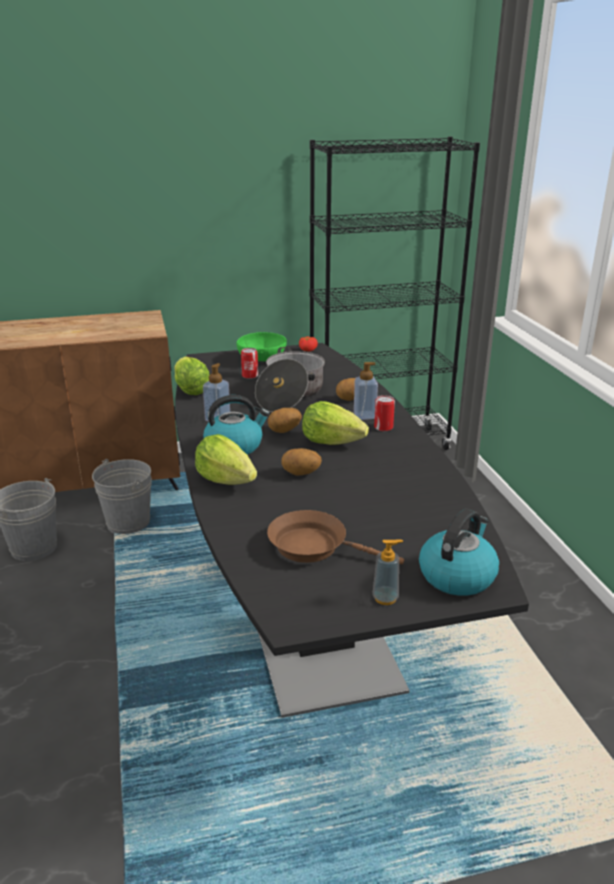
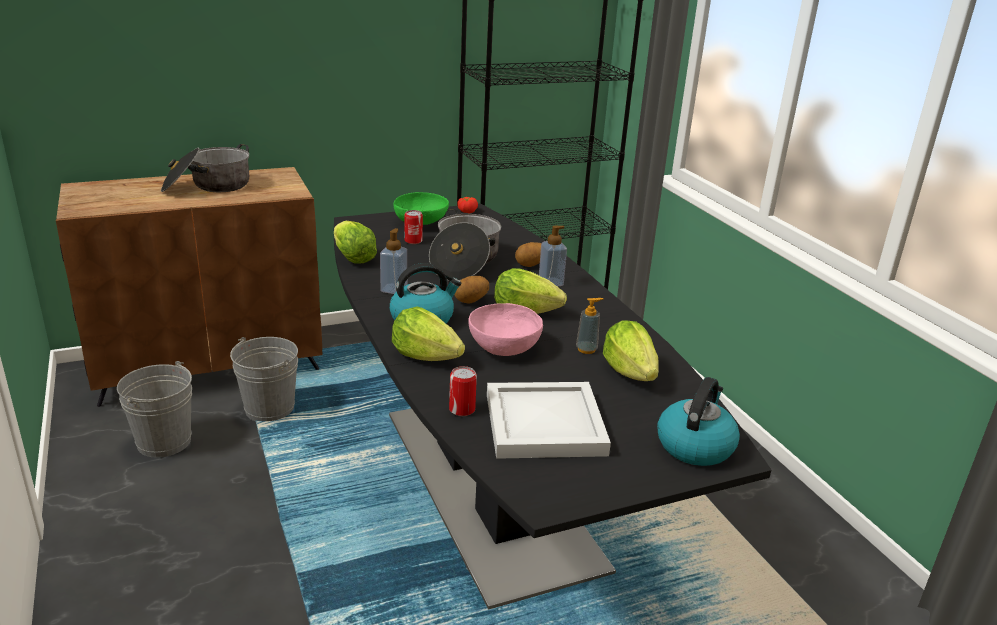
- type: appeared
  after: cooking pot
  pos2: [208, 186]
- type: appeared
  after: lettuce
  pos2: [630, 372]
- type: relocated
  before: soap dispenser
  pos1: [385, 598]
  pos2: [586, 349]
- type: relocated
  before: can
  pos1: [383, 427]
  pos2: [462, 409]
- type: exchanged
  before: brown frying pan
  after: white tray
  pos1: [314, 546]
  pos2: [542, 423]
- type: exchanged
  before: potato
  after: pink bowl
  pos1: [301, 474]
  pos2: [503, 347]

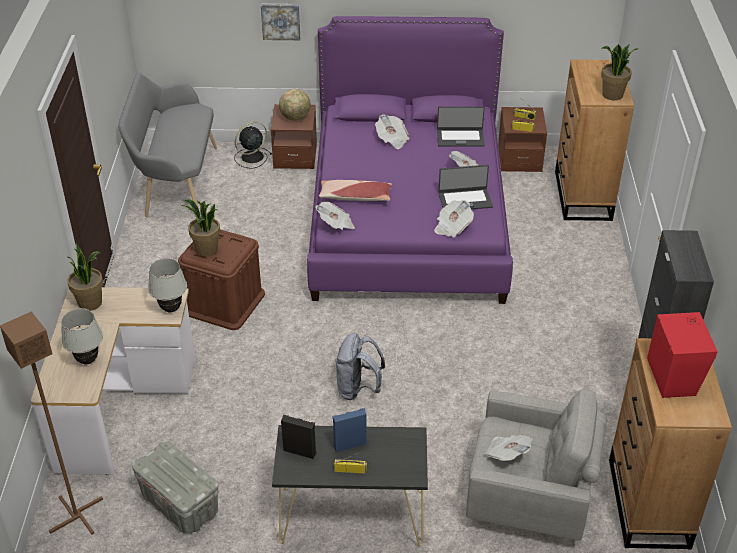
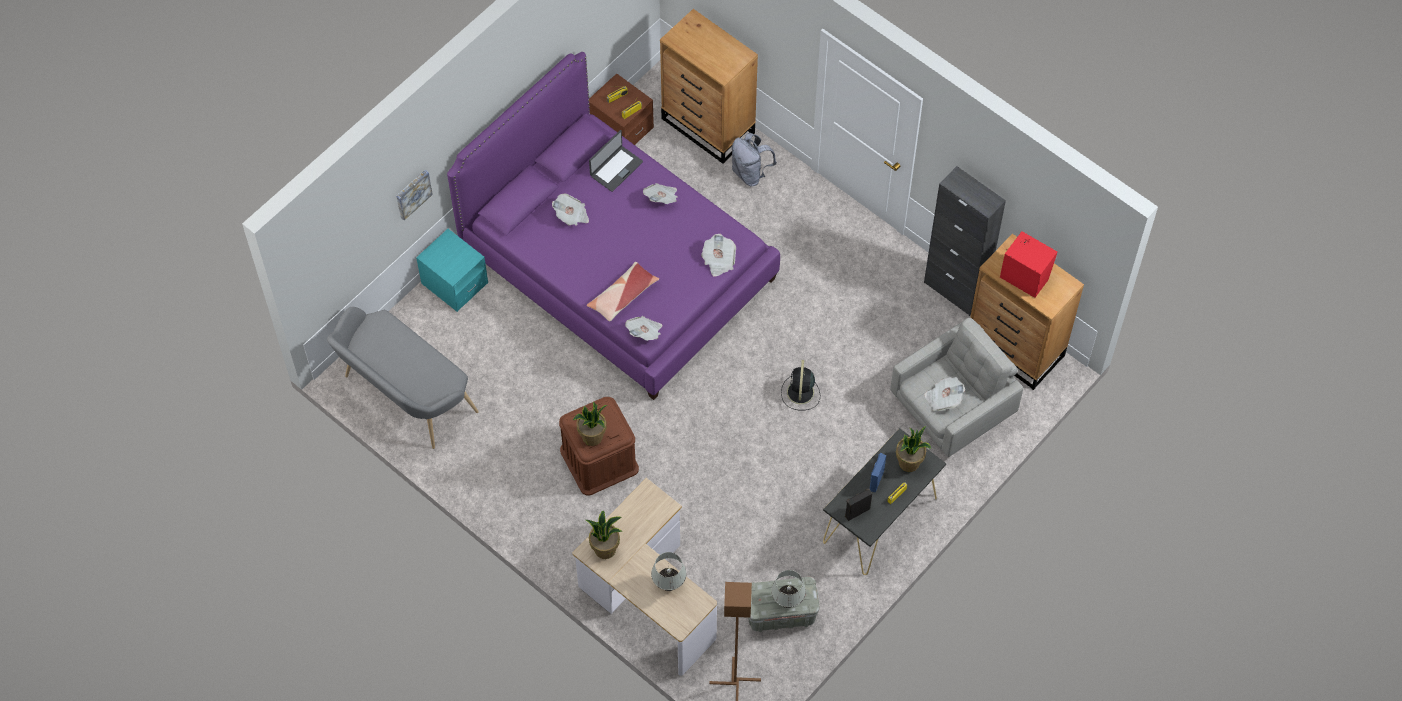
- type: missing
  before: globe
  pos1: [295, 118]
- type: missing
  before: laptop
  pos1: [465, 200]
- type: relocated
  before: white table lamp
  pos1: [171, 309]
  pos2: [787, 601]
- type: relocated
  before: black fan
  pos1: [251, 157]
  pos2: [800, 393]
- type: relocated
  before: grey backpack
  pos1: [358, 389]
  pos2: [750, 173]
- type: relocated
  before: potted plant
  pos1: [612, 95]
  pos2: [909, 463]
- type: colour
  before: brown nightstand
  after: turquoise nightstand
  pos1: [295, 156]
  pos2: [454, 283]

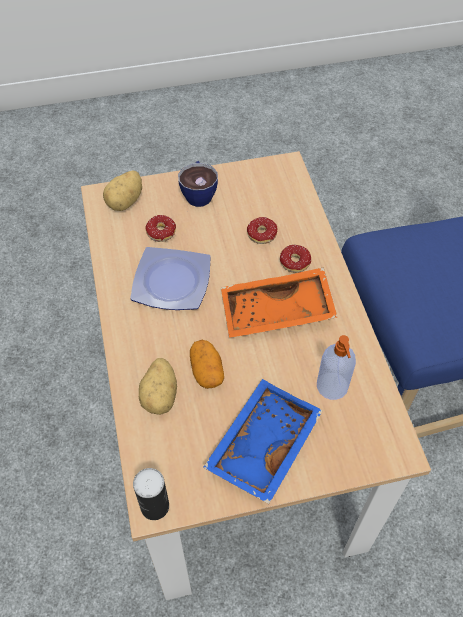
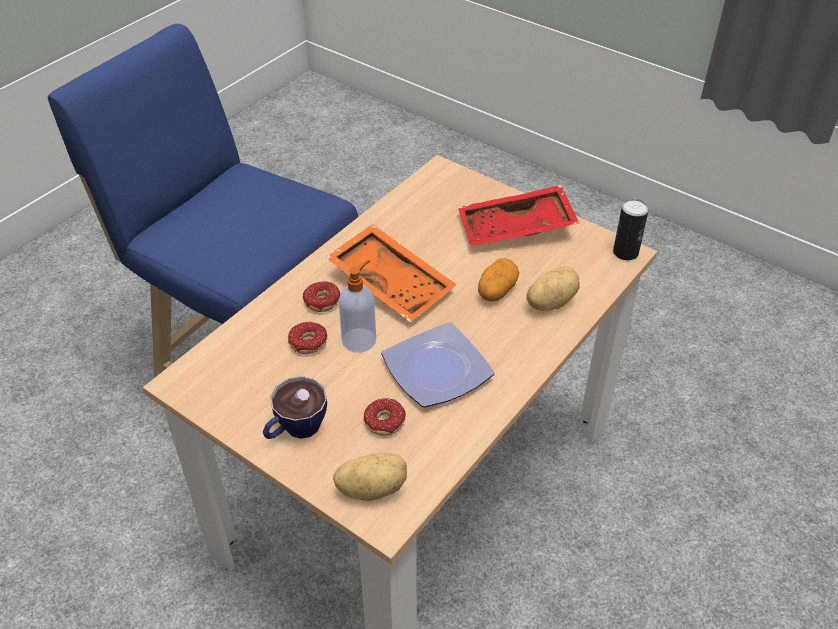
- type: relocated
  before: soap dispenser
  pos1: [332, 387]
  pos2: [360, 339]
- type: colour
  before: blue tray
  after: red tray
  pos1: [262, 444]
  pos2: [516, 229]

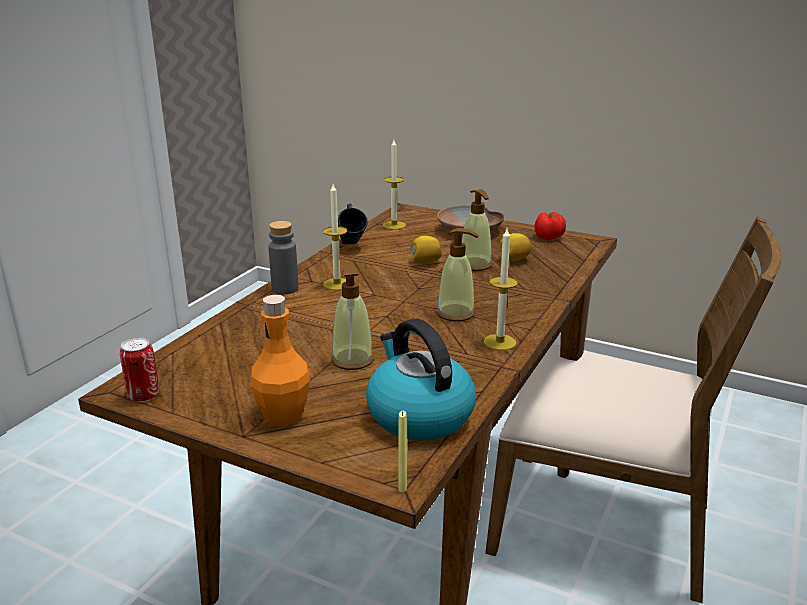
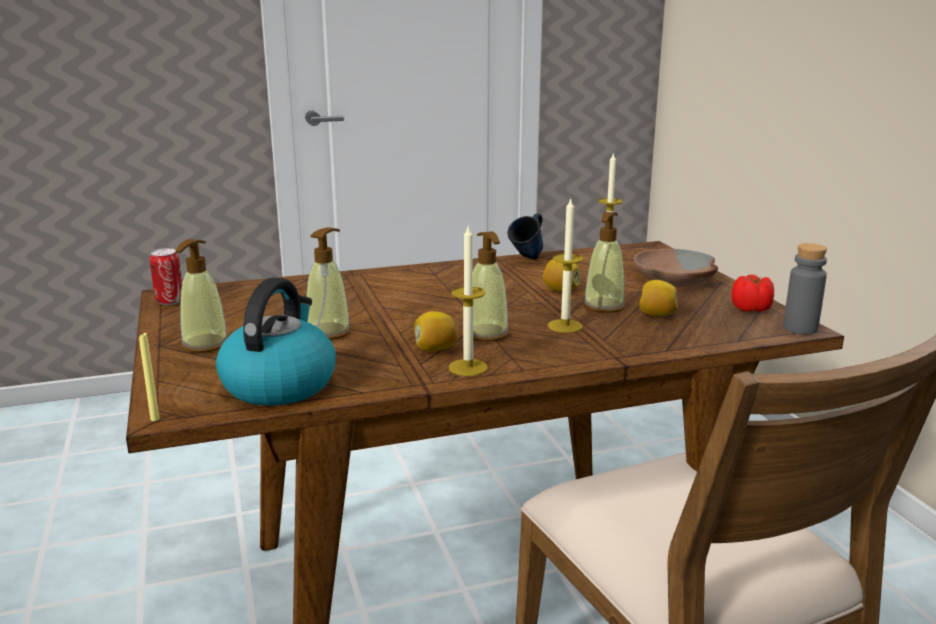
- type: appeared
  after: lemon
  pos2: [435, 349]
- type: relocated
  before: grey bottle
  pos1: [285, 289]
  pos2: [800, 328]
- type: relocated
  before: candle
  pos1: [337, 284]
  pos2: [565, 326]
- type: exchanged
  before: orange bottle
  after: soap dispenser
  pos1: [283, 415]
  pos2: [205, 345]

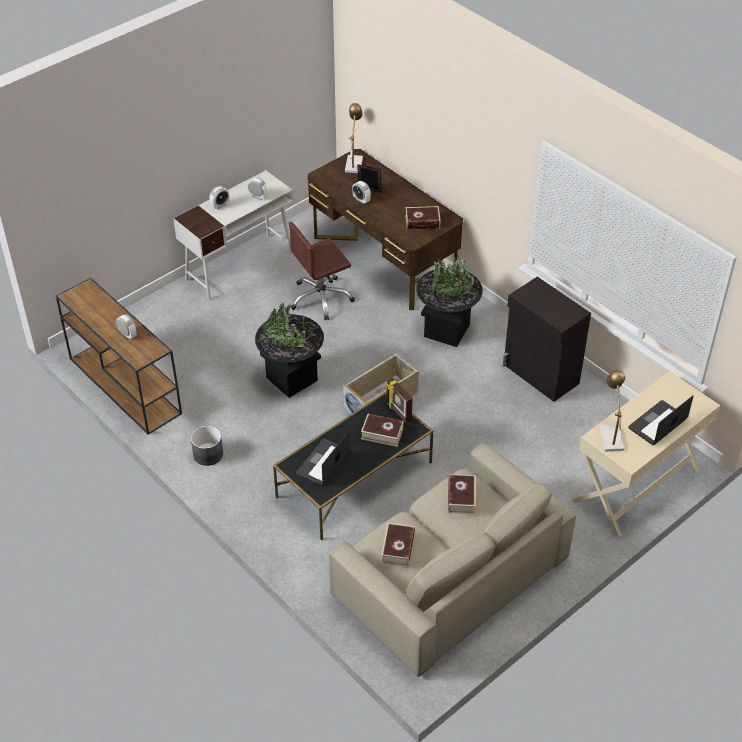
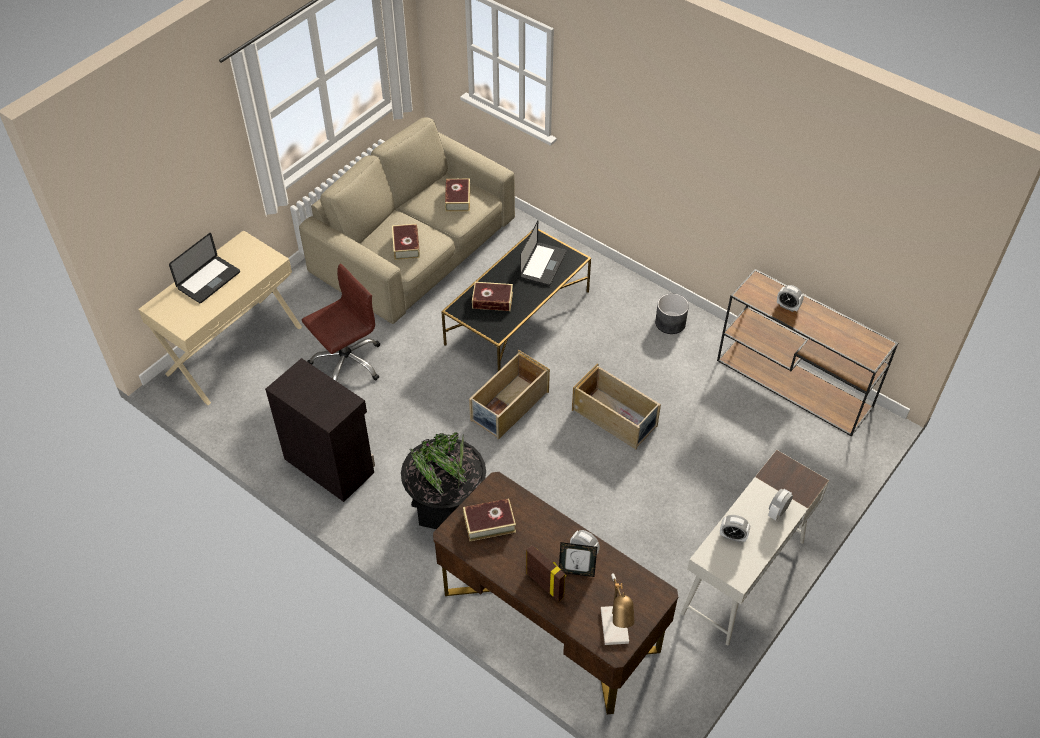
- type: missing
  before: table lamp
  pos1: [609, 435]
- type: relocated
  before: brown office chair
  pos1: [321, 298]
  pos2: [347, 362]
- type: relocated
  before: picture frame
  pos1: [398, 413]
  pos2: [545, 584]
- type: exchanged
  before: black planter
  after: beige storage box
  pos1: [292, 379]
  pos2: [615, 418]

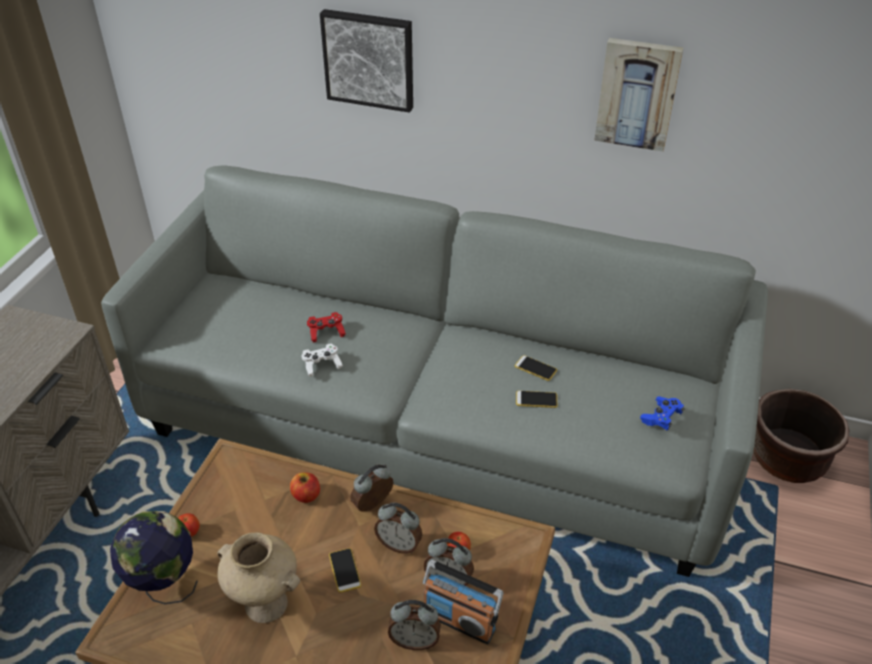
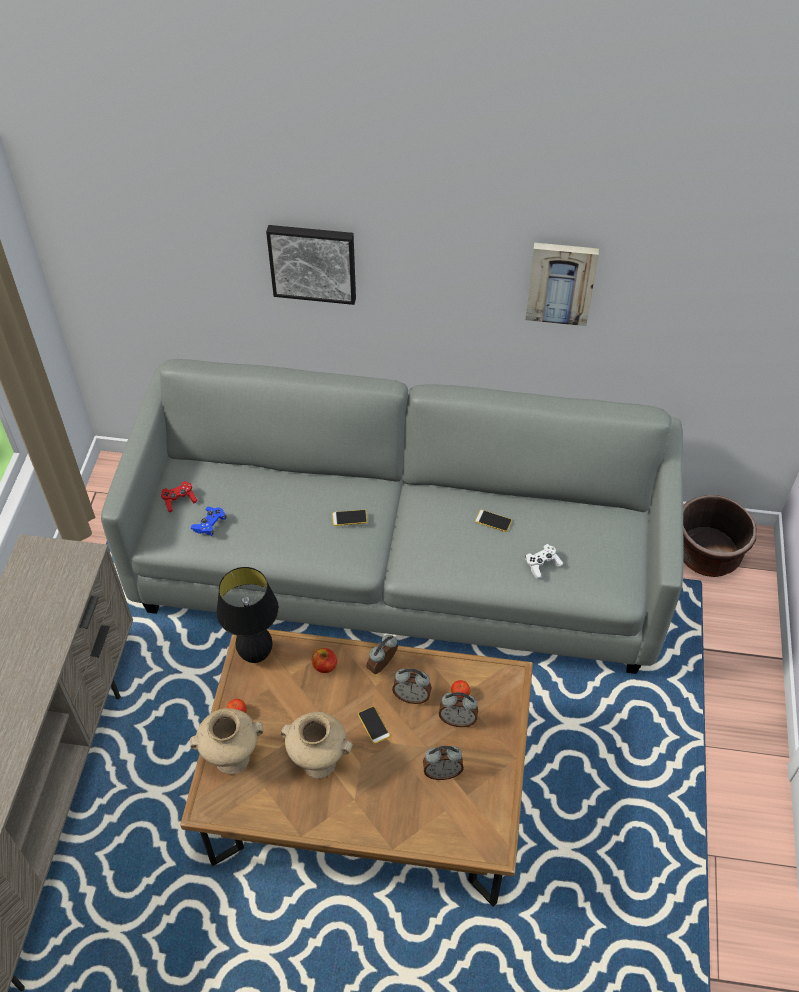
- type: missing
  before: radio
  pos1: [459, 620]
- type: appeared
  after: black table lamp
  pos2: [256, 655]
- type: relocated
  before: white game controller
  pos1: [322, 365]
  pos2: [542, 564]
- type: relocated
  before: red game controller
  pos1: [326, 332]
  pos2: [179, 500]
- type: relocated
  before: phone
  pos1: [536, 399]
  pos2: [349, 518]
- type: relocated
  before: blue game controller
  pos1: [661, 418]
  pos2: [210, 525]
- type: exchanged
  before: globe
  after: beige vase
  pos1: [164, 584]
  pos2: [231, 760]

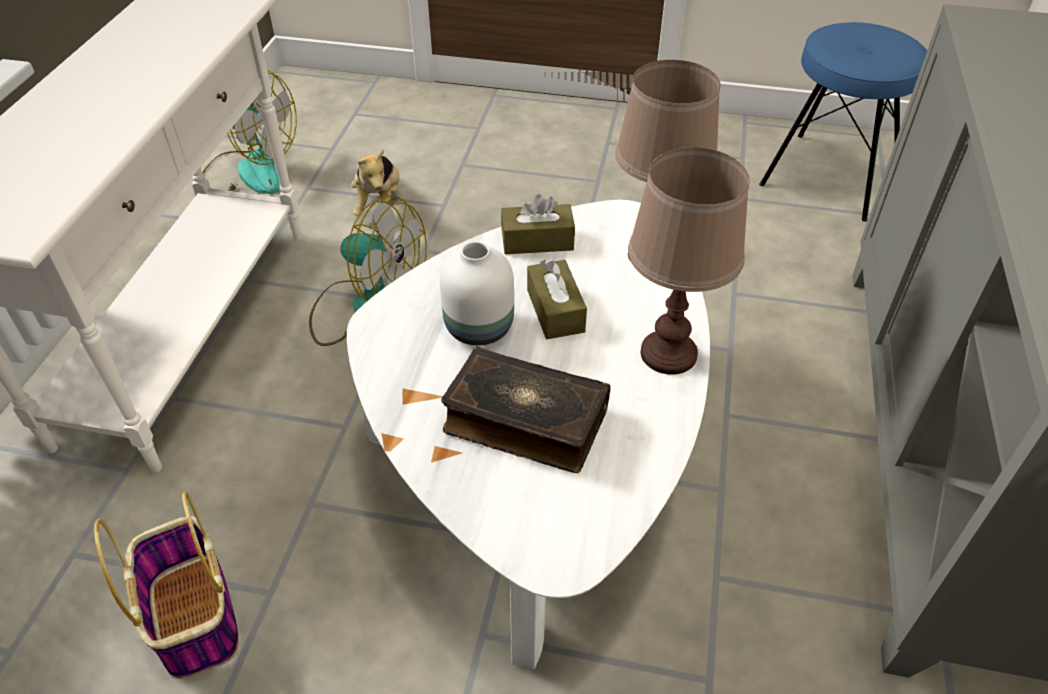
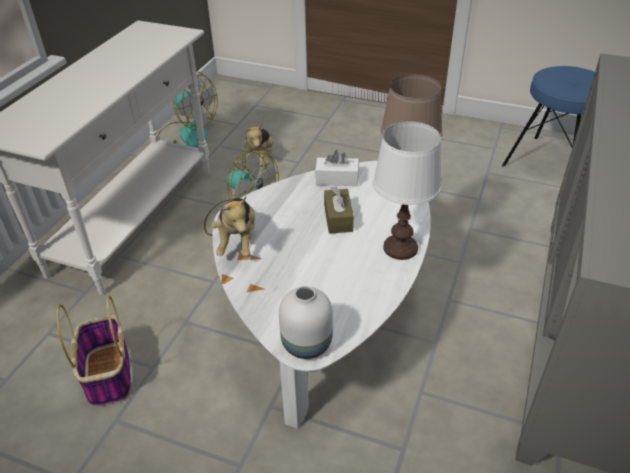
- type: missing
  before: book
  pos1: [525, 421]
- type: appeared
  after: plush toy
  pos2: [238, 241]
- type: relocated
  before: white vase
  pos1: [477, 327]
  pos2: [305, 343]
- type: colour
  before: brown tissue box
  after: white tissue box
  pos1: [537, 241]
  pos2: [337, 179]
- type: colour
  before: brown table lamp
  after: white table lamp
  pos1: [669, 354]
  pos2: [401, 248]

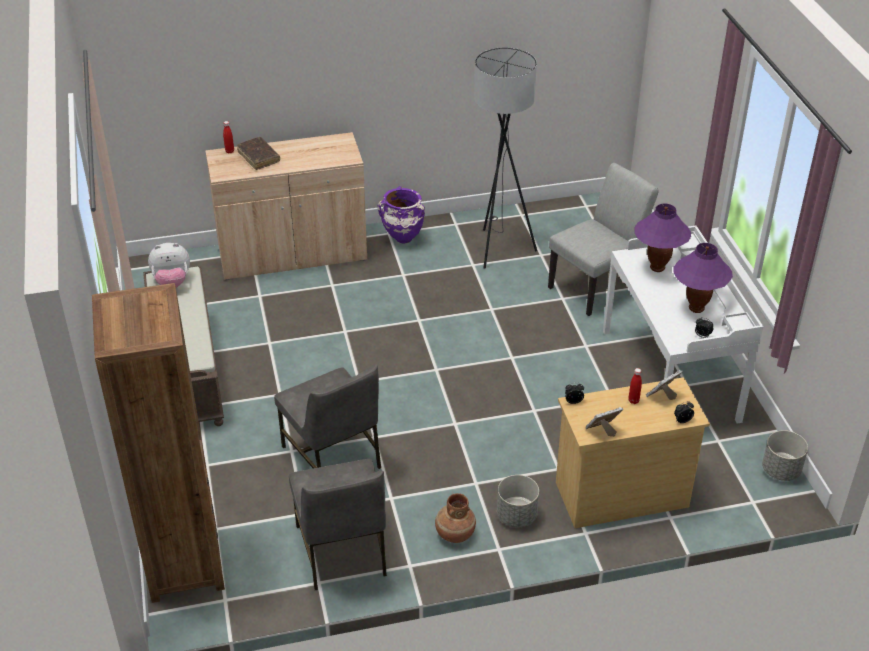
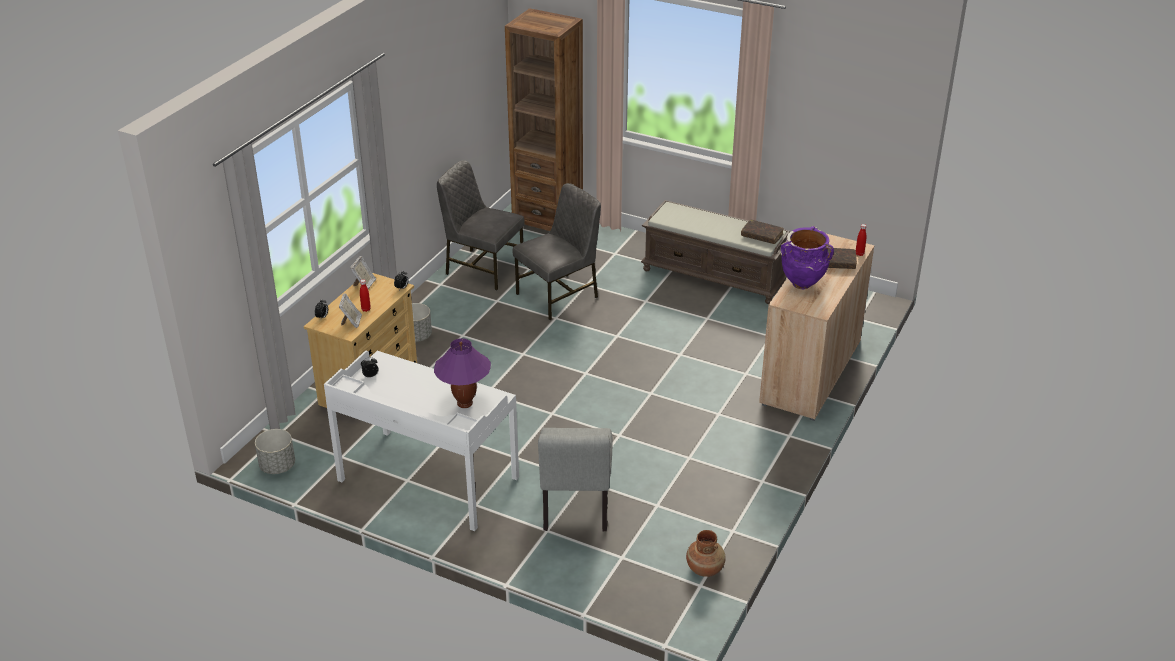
- type: missing
  before: grey floor lamp
  pos1: [498, 247]
- type: missing
  before: purple table lamp
  pos1: [696, 308]
- type: relocated
  before: purple vase
  pos1: [402, 238]
  pos2: [802, 284]
- type: relocated
  before: brown vase
  pos1: [454, 534]
  pos2: [705, 568]
- type: exchanged
  before: plush toy
  after: brown book
  pos1: [172, 282]
  pos2: [762, 236]
- type: spun
  before: grey chair
  pos1: [333, 457]
  pos2: [559, 296]
  turn: 135

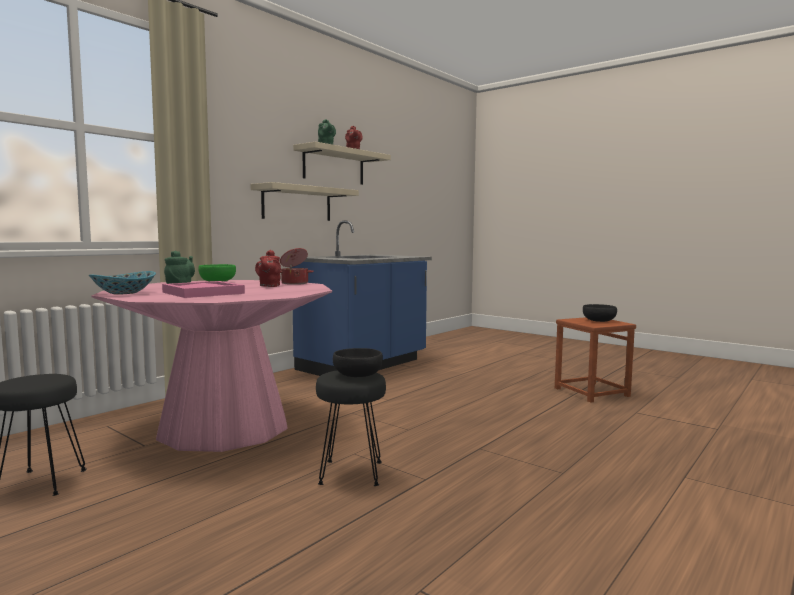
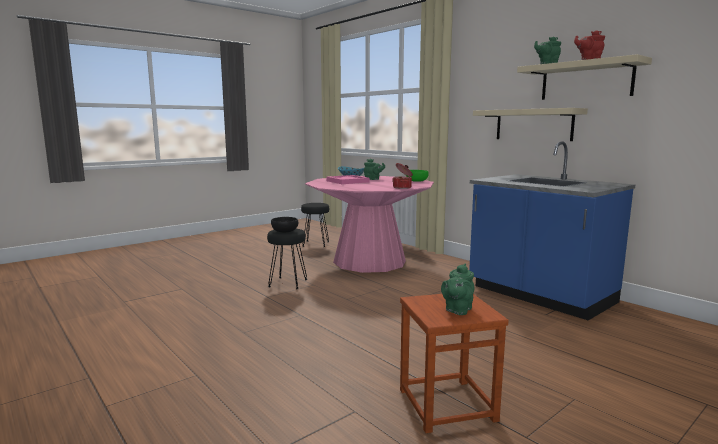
- type: missing
  before: red teapot
  pos1: [269, 286]
- type: exchanged
  before: black bowl
  after: green teapot
  pos1: [598, 320]
  pos2: [457, 310]

